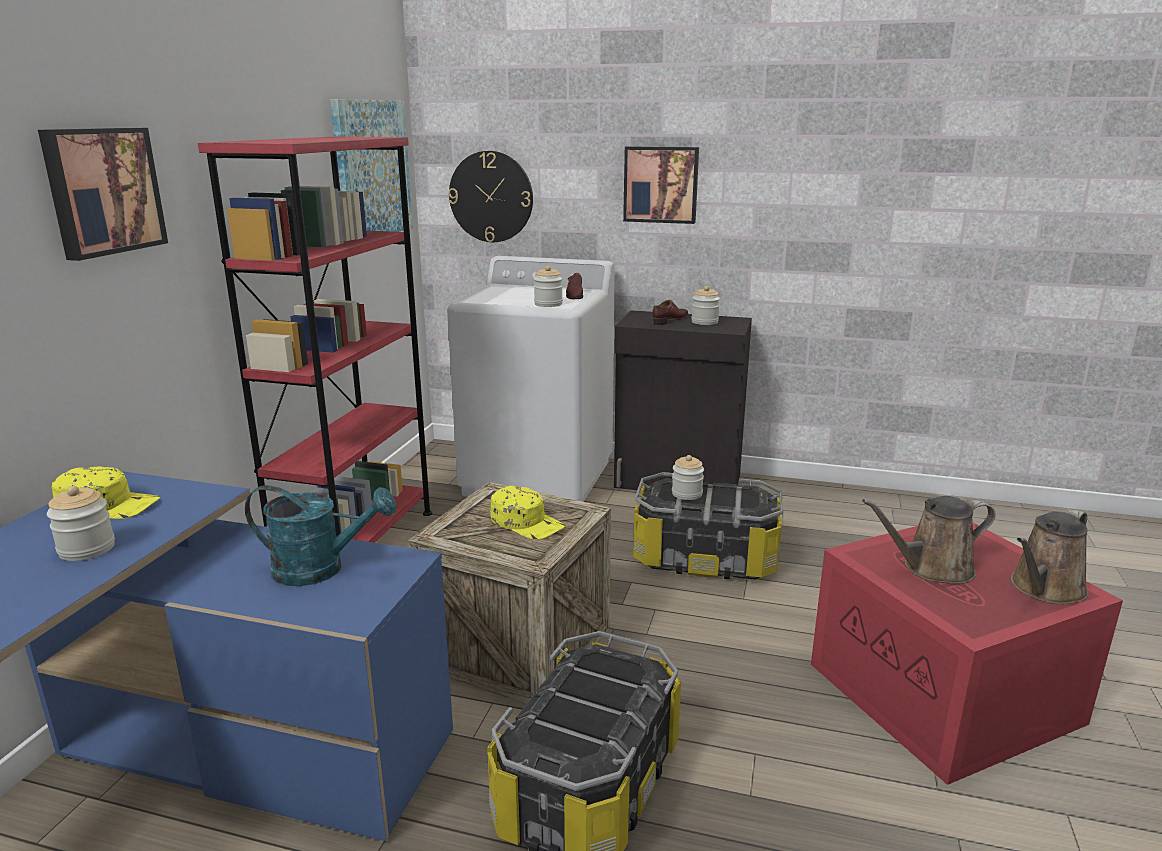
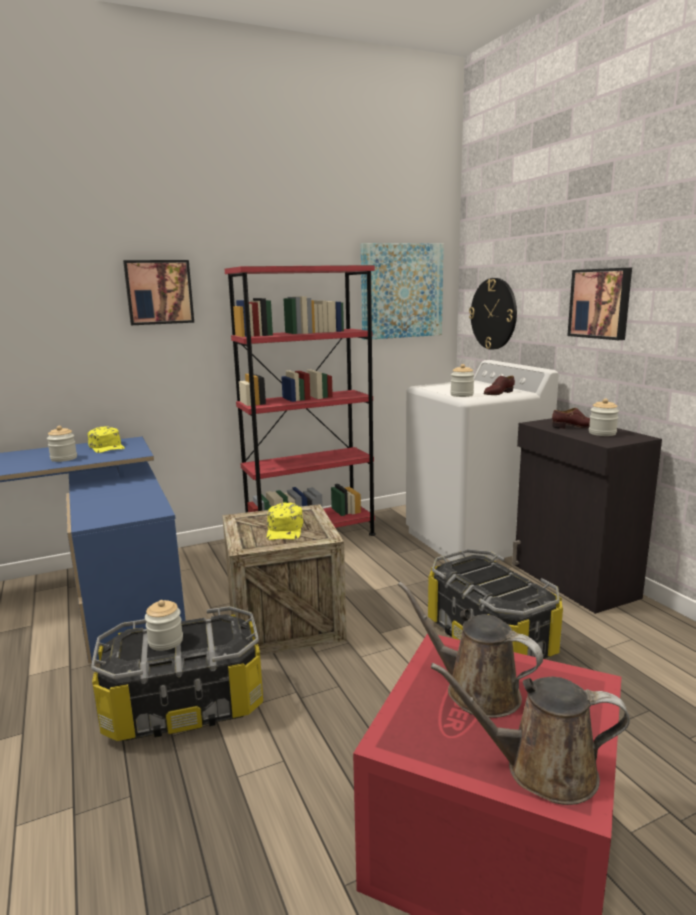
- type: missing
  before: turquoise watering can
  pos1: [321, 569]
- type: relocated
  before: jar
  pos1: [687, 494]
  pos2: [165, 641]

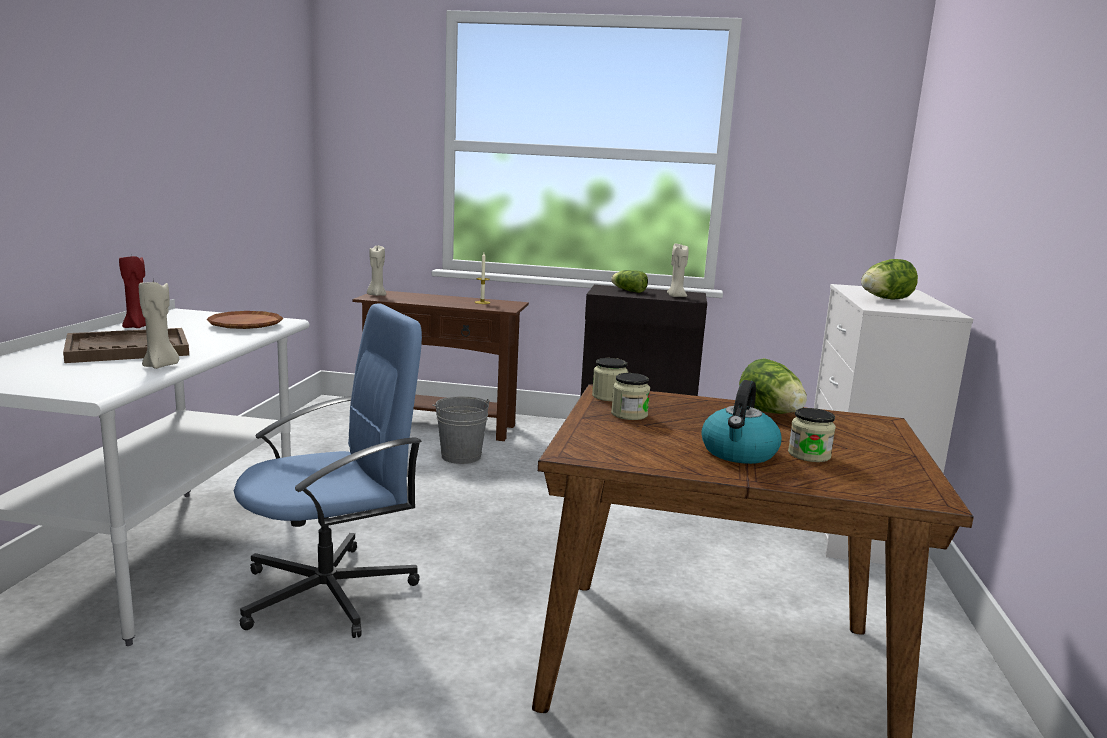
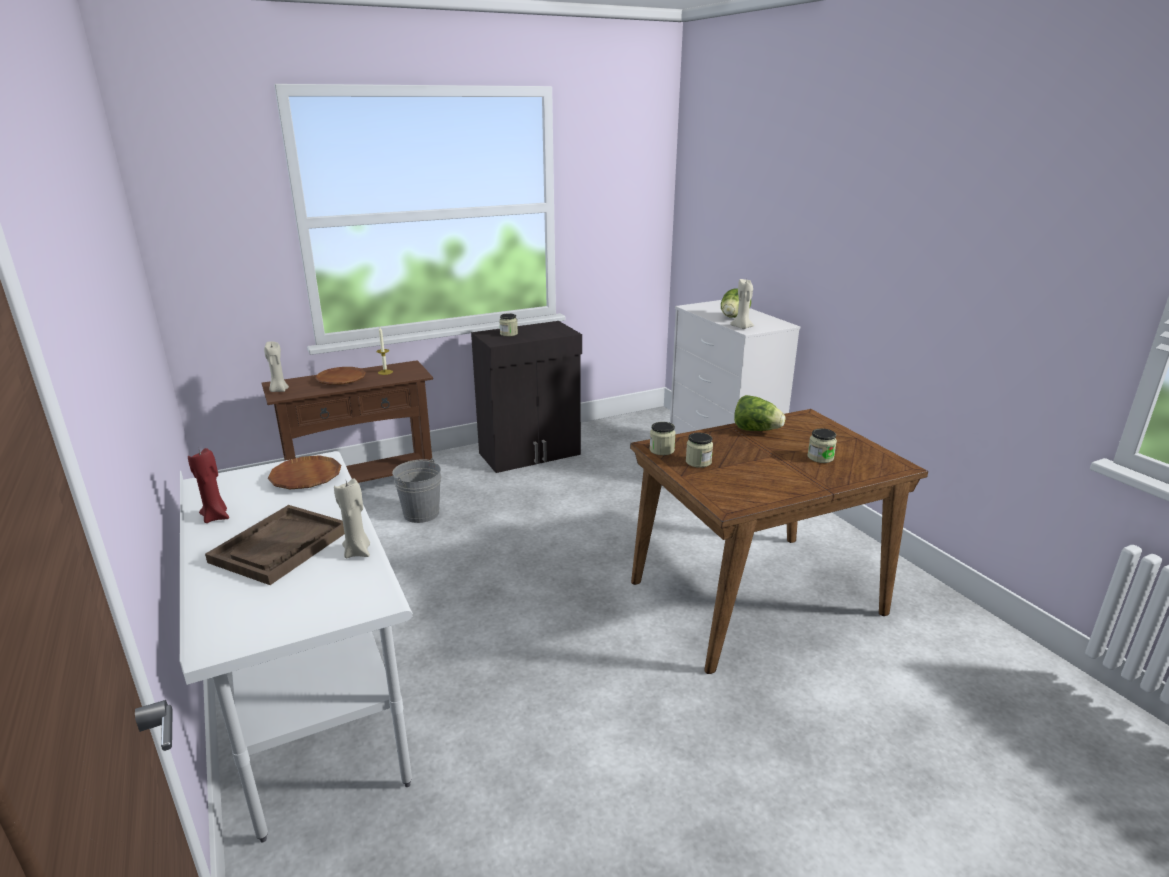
- type: missing
  before: blue office chair
  pos1: [330, 592]
- type: missing
  before: kettle
  pos1: [739, 453]
- type: appeared
  after: brown plate
  pos2: [341, 379]
- type: relocated
  before: beige candle
  pos1: [675, 296]
  pos2: [742, 327]
- type: exchanged
  before: lettuce
  after: jar
  pos1: [628, 290]
  pos2: [508, 334]

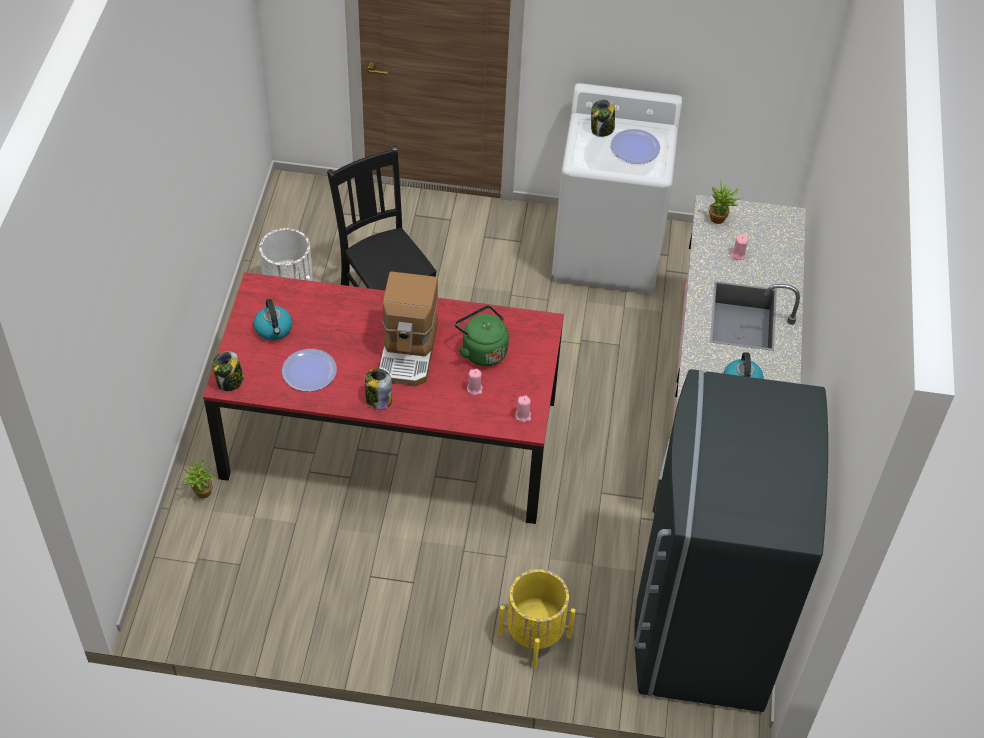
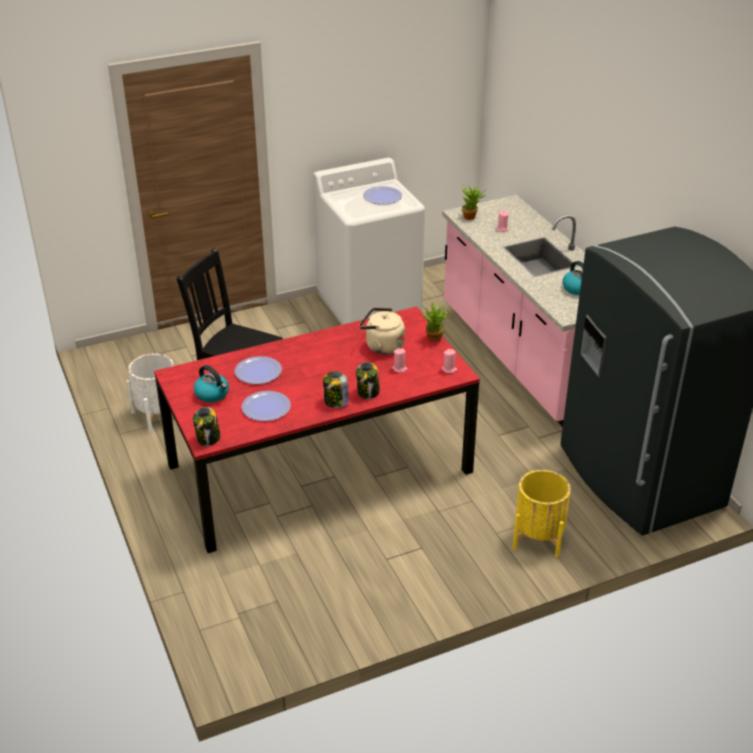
- type: missing
  before: coffee machine
  pos1: [409, 351]
- type: appeared
  after: plate
  pos2: [258, 371]
- type: relocated
  before: potted plant
  pos1: [202, 494]
  pos2: [435, 339]
- type: relocated
  before: jar
  pos1: [602, 129]
  pos2: [368, 392]
- type: colour
  before: green kettle
  after: beige kettle
  pos1: [482, 350]
  pos2: [382, 346]

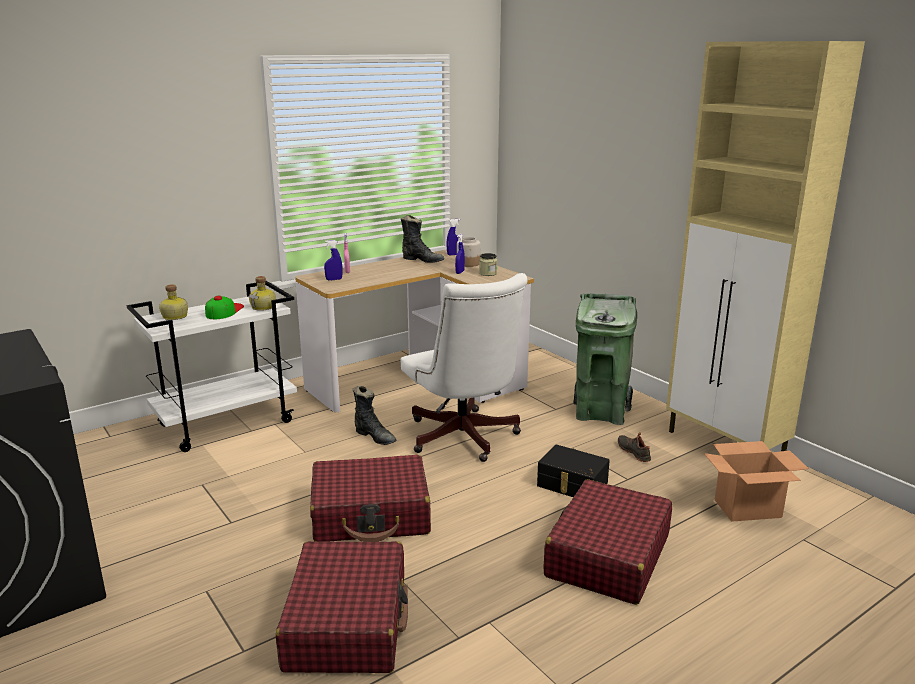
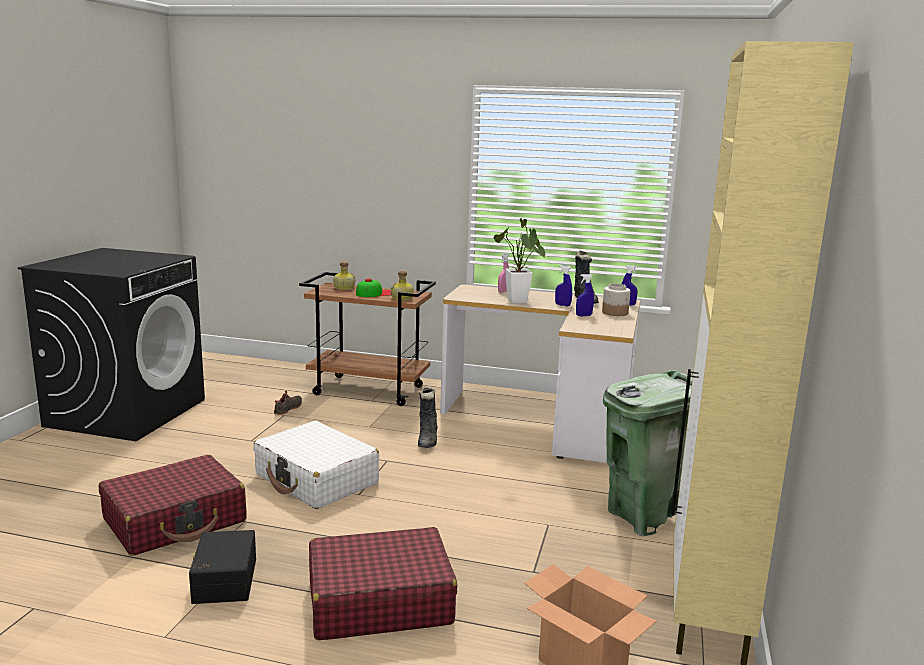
- type: missing
  before: white office chair
  pos1: [464, 439]
- type: missing
  before: jar
  pos1: [488, 273]
- type: appeared
  after: potted plant
  pos2: [518, 302]
- type: relocated
  before: blue spray bottle
  pos1: [334, 279]
  pos2: [562, 305]
- type: relocated
  before: black storage box
  pos1: [571, 485]
  pos2: [223, 580]
- type: relocated
  before: black shoe
  pos1: [634, 452]
  pos2: [289, 409]
- type: colour
  before: white cart
  after: brown cart
  pos1: [227, 423]
  pos2: [370, 390]
- type: colour
  before: red suitcase
  after: white suitcase
  pos1: [371, 514]
  pos2: [316, 479]

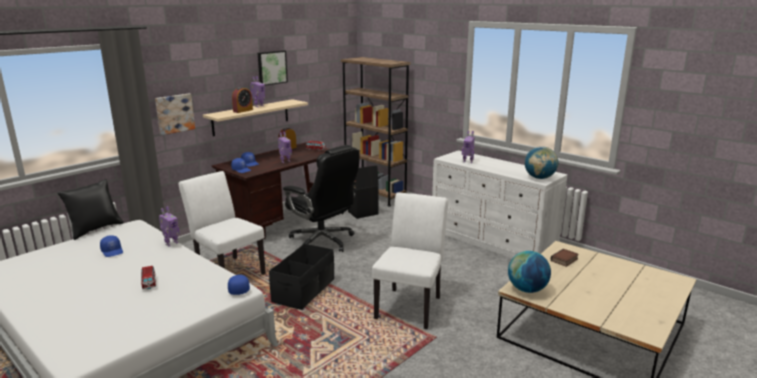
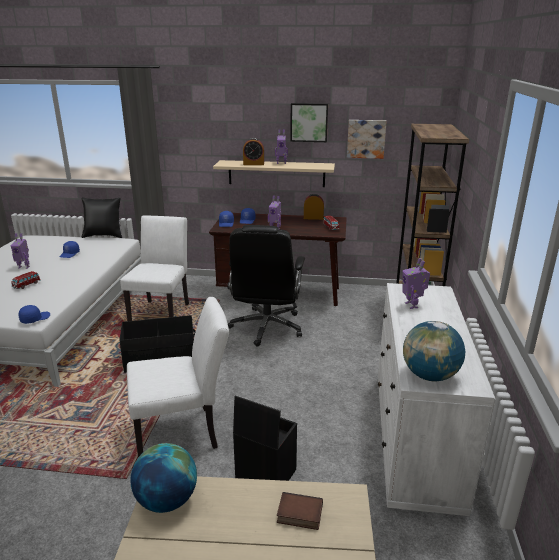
- type: relocated
  before: picture
  pos1: [174, 113]
  pos2: [366, 138]
- type: relocated
  before: toy robot
  pos1: [171, 243]
  pos2: [24, 267]
- type: relocated
  before: black storage box
  pos1: [362, 213]
  pos2: [264, 475]

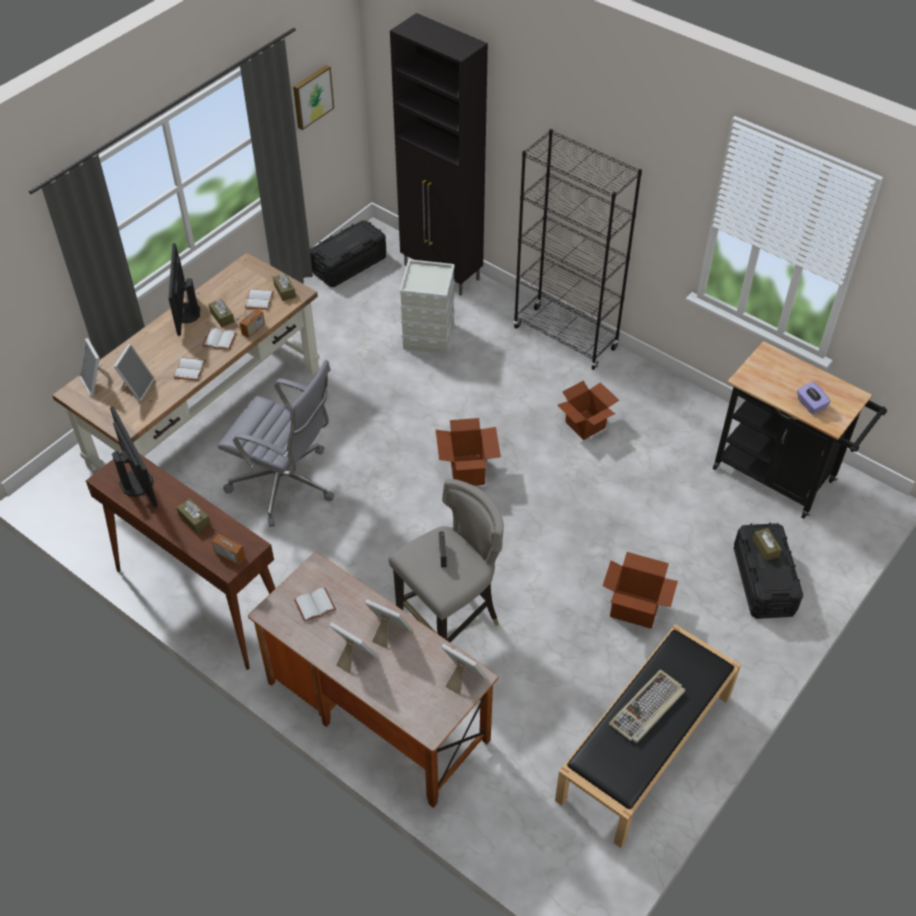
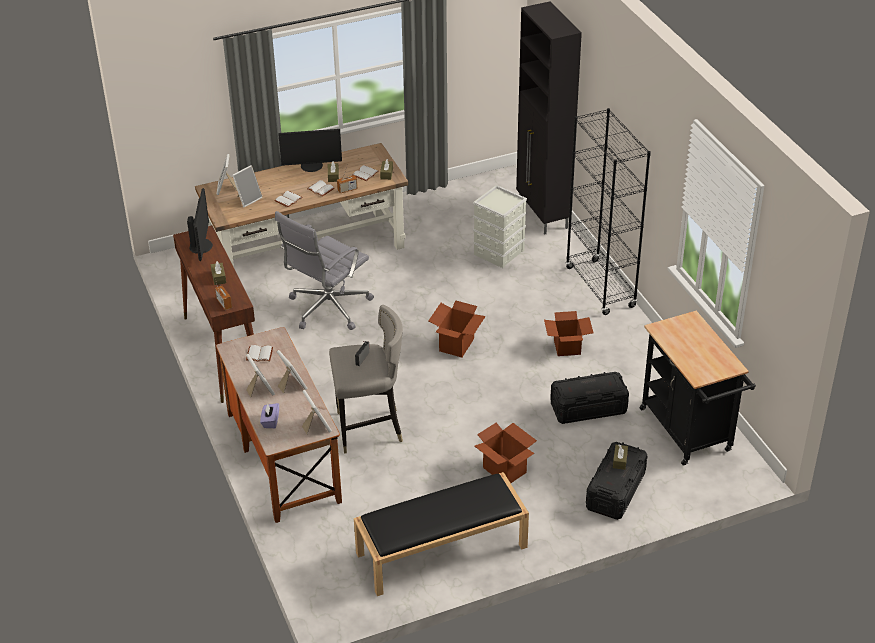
- type: missing
  before: picture
  pos1: [312, 96]
- type: missing
  before: keyboard
  pos1: [647, 709]
- type: relocated
  before: black storage box
  pos1: [349, 265]
  pos2: [588, 408]
- type: relocated
  before: purple tissue box
  pos1: [810, 405]
  pos2: [270, 421]
- type: spun
  before: monitor
  pos1: [185, 313]
  pos2: [311, 166]
  turn: -120
- type: spun
  before: grey office chair
  pos1: [286, 484]
  pos2: [327, 308]
  turn: 75

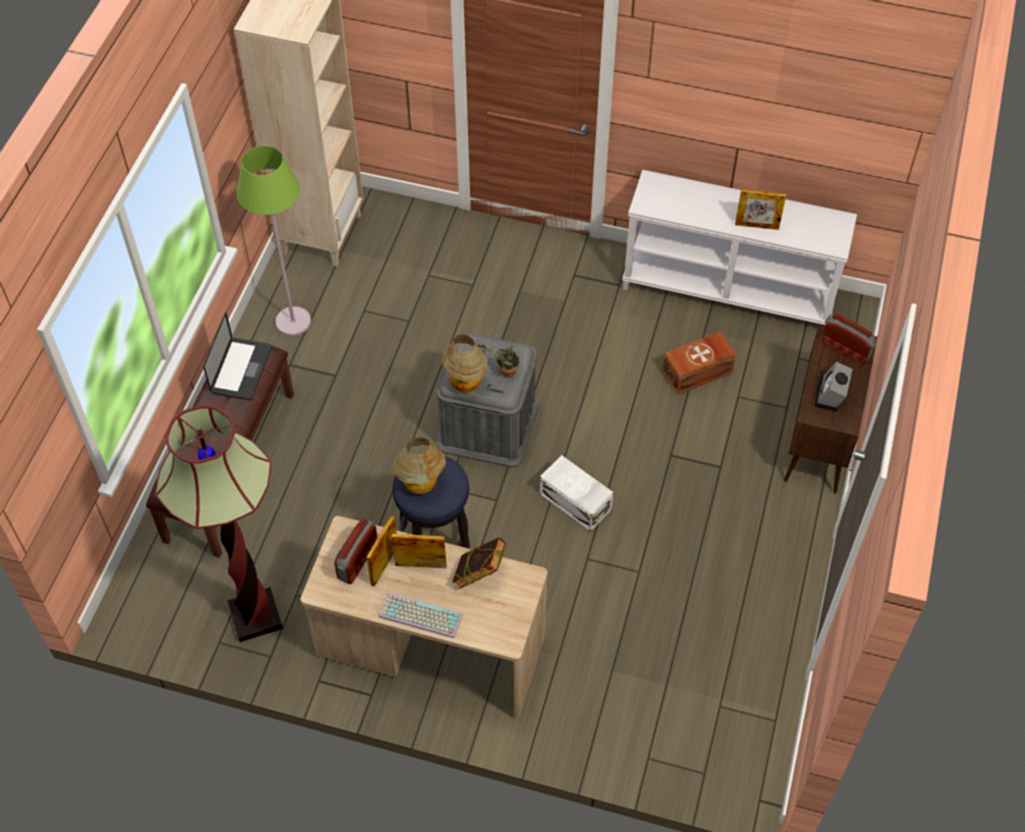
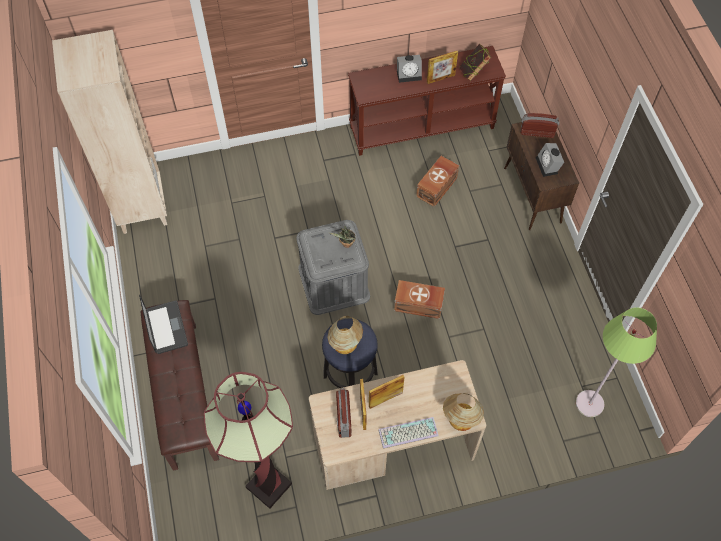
- type: appeared
  after: alarm clock
  pos2: [409, 74]
- type: relocated
  before: green floor lamp
  pos1: [293, 322]
  pos2: [589, 404]
- type: relocated
  before: table lamp
  pos1: [465, 384]
  pos2: [460, 421]
- type: relocated
  before: book
  pos1: [479, 575]
  pos2: [473, 73]
- type: colour
  before: white storage box
  after: brown storage box
  pos1: [575, 503]
  pos2: [419, 305]
- type: colour
  before: white console table
  after: brown console table
  pos1: [729, 289]
  pos2: [422, 126]

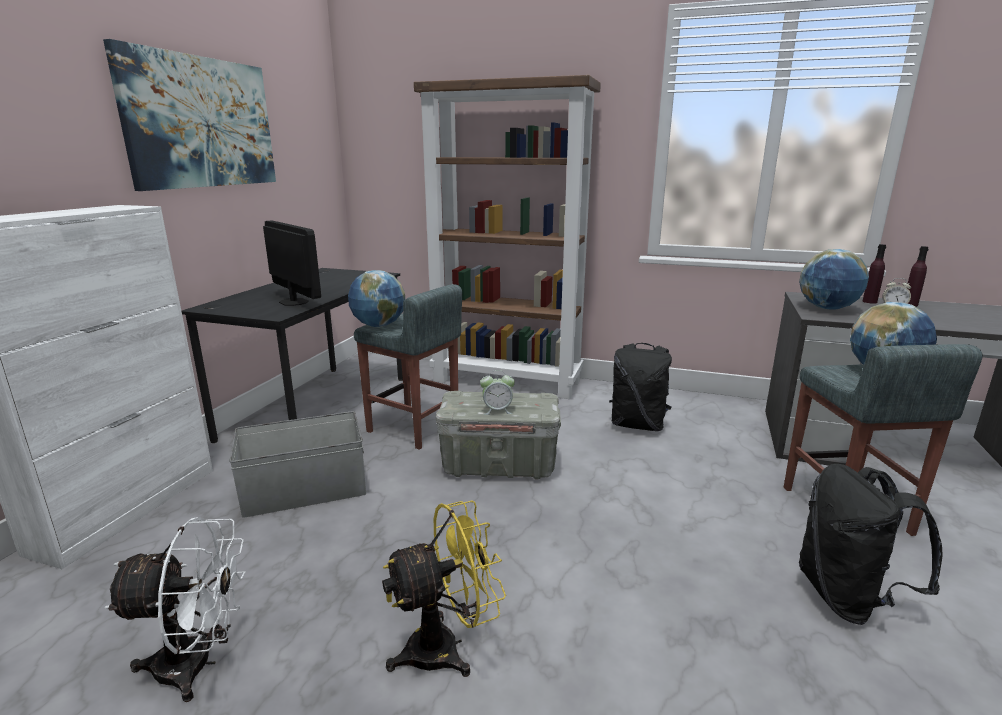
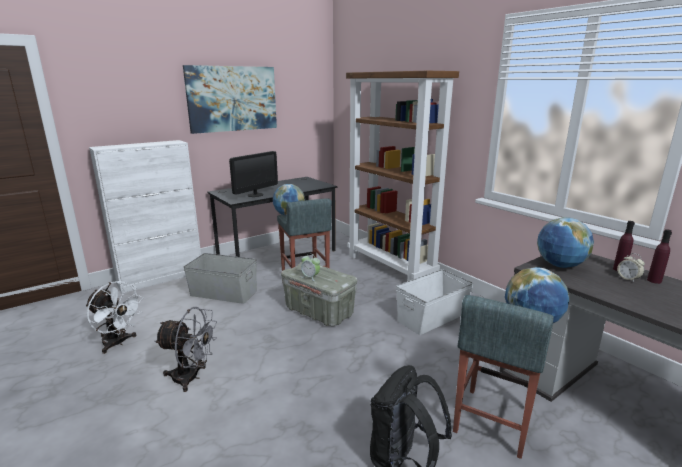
- type: exchanged
  before: black backpack
  after: white storage box
  pos1: [637, 425]
  pos2: [432, 317]
- type: colour
  before: yellow fan
  after: grey fan
  pos1: [446, 647]
  pos2: [192, 378]
- type: spun
  before: monitor
  pos1: [293, 302]
  pos2: [255, 195]
  turn: 45

